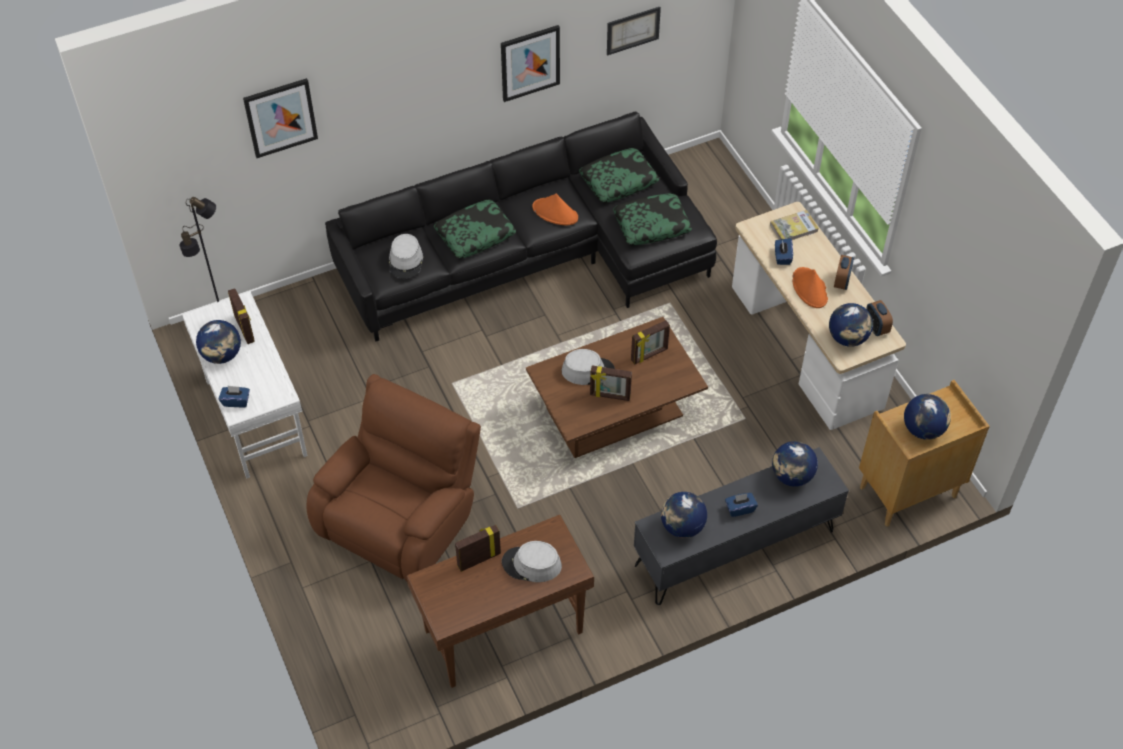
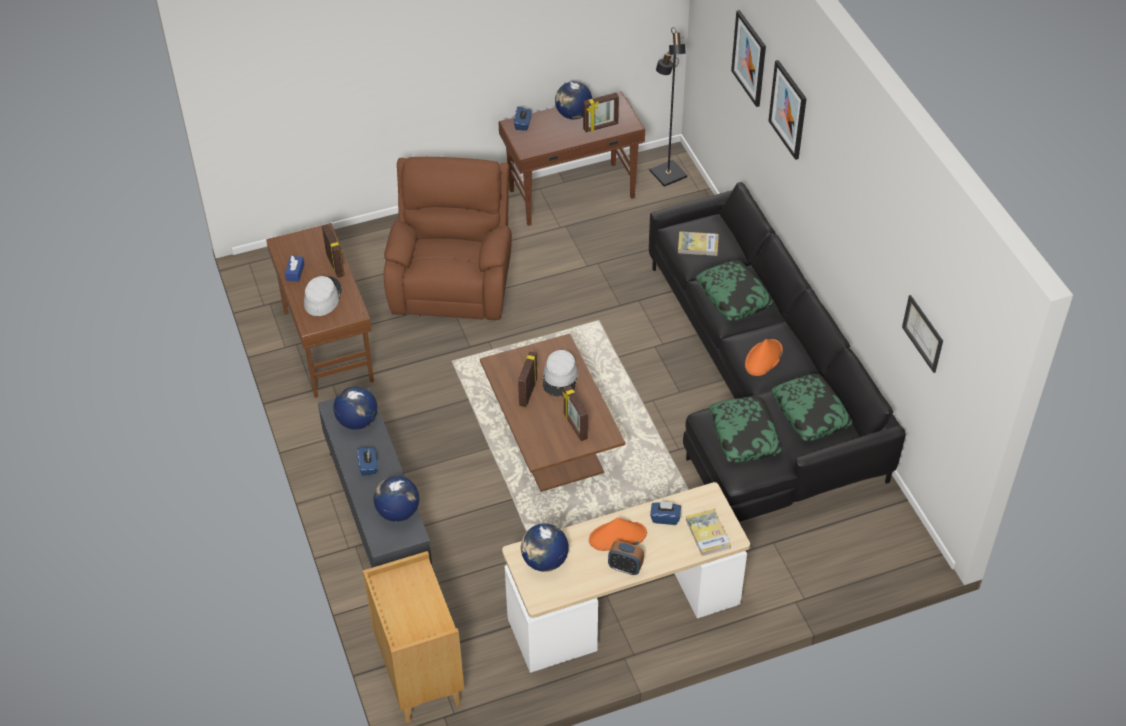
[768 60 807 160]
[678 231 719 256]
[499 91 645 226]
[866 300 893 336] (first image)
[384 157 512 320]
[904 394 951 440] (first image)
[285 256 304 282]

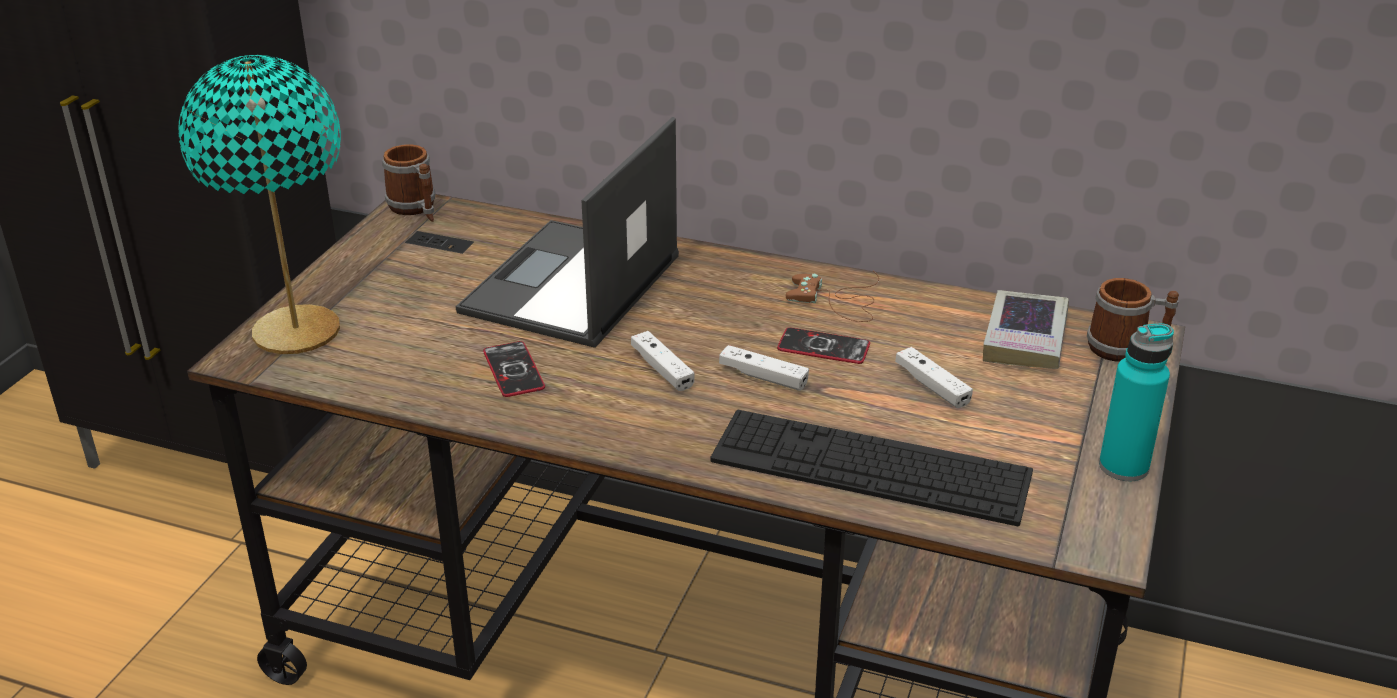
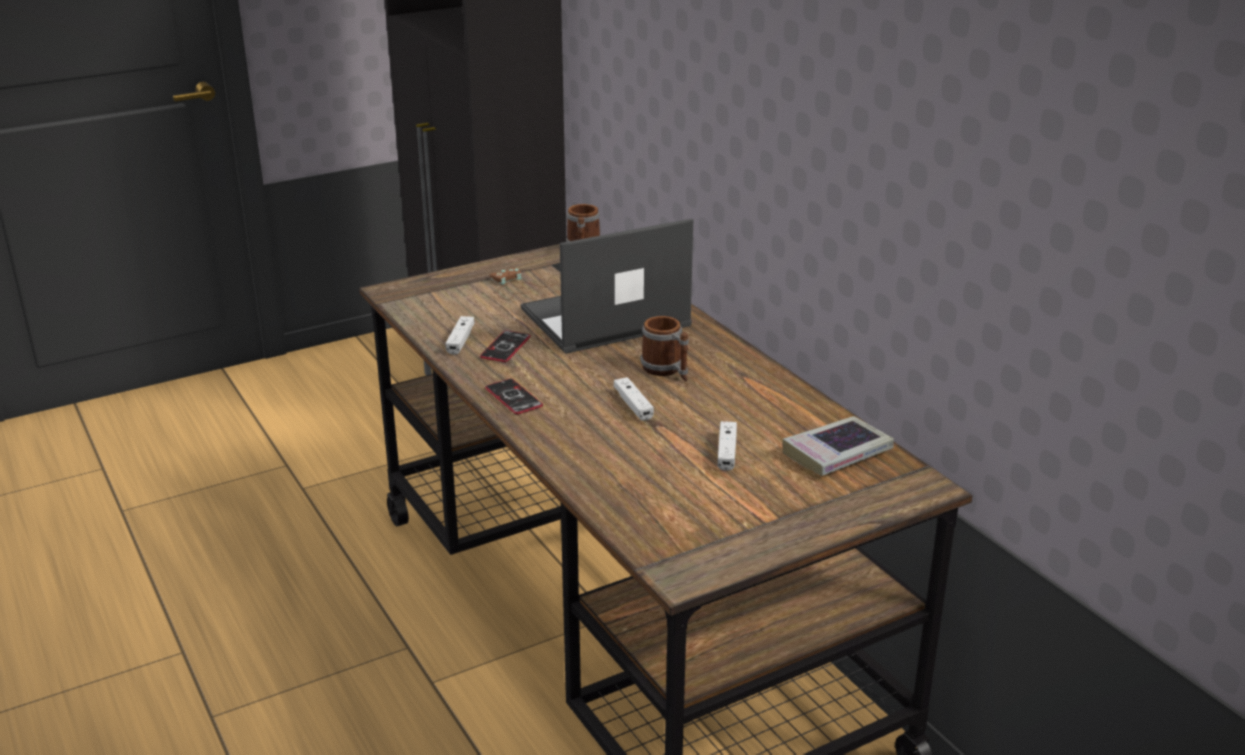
[178 55 341 354] (first image)
[490 268 558 300]
[641 316 689 381]
[1099 324 1174 481] (first image)
[485 379 543 414]
[445 316 475 354]
[711 410 1033 527] (first image)

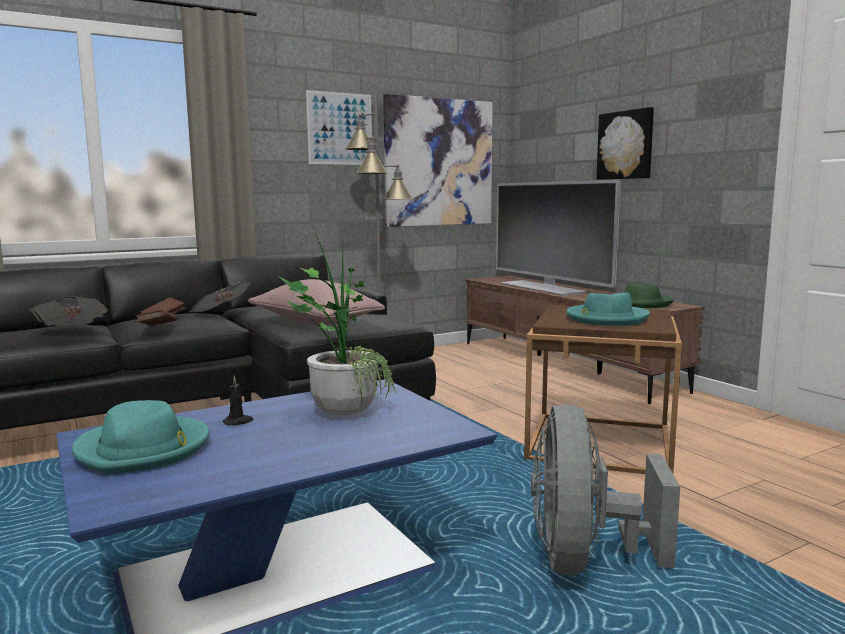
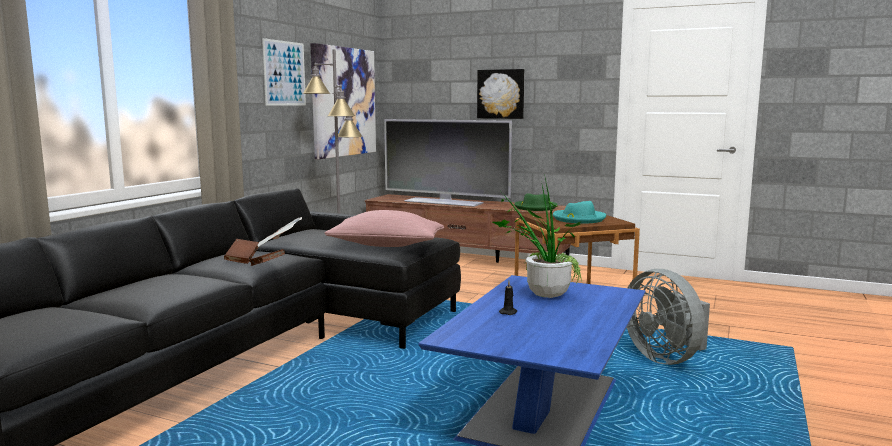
[30 296 108 326] (first image)
[72 400 210 474] (first image)

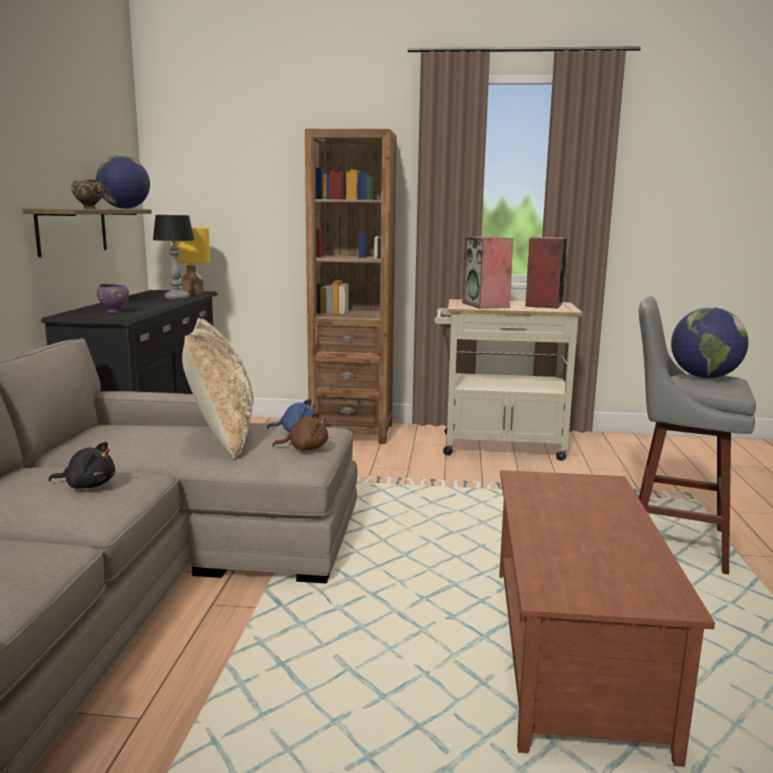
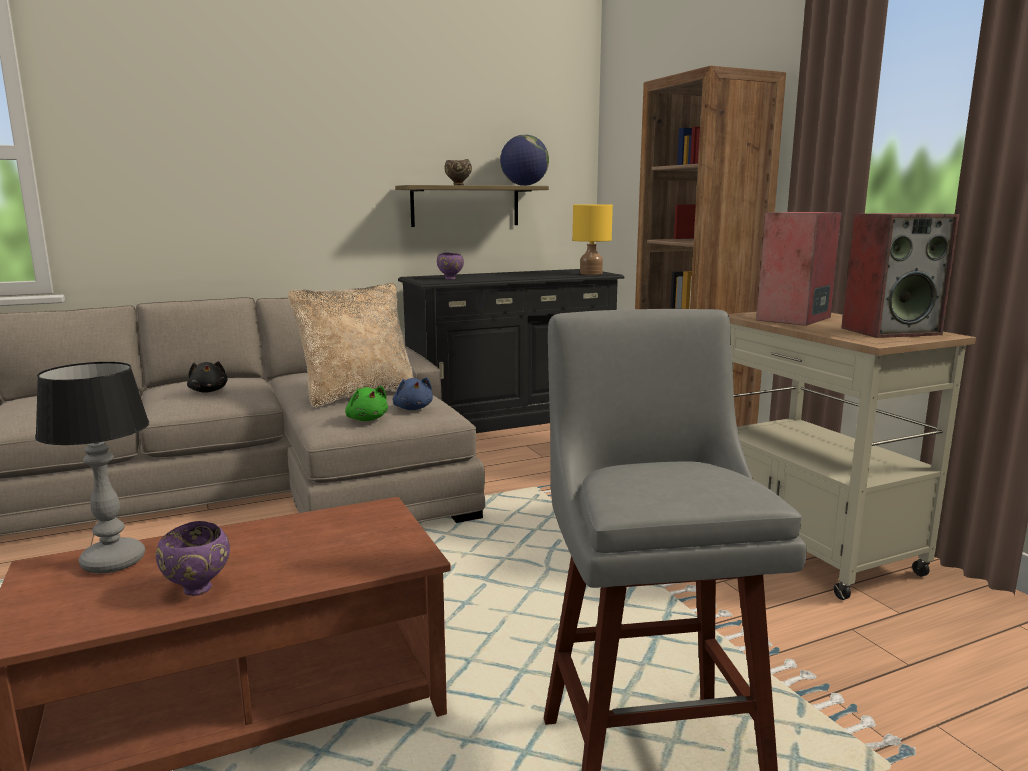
[35 362 149 573]
[671 307 749 378] (first image)
[345 386 388 421]
[155 521 230 596]

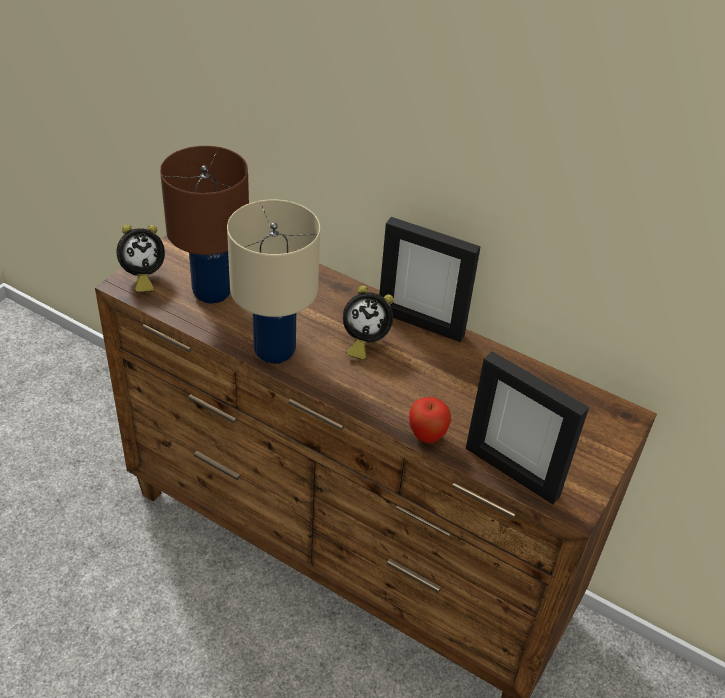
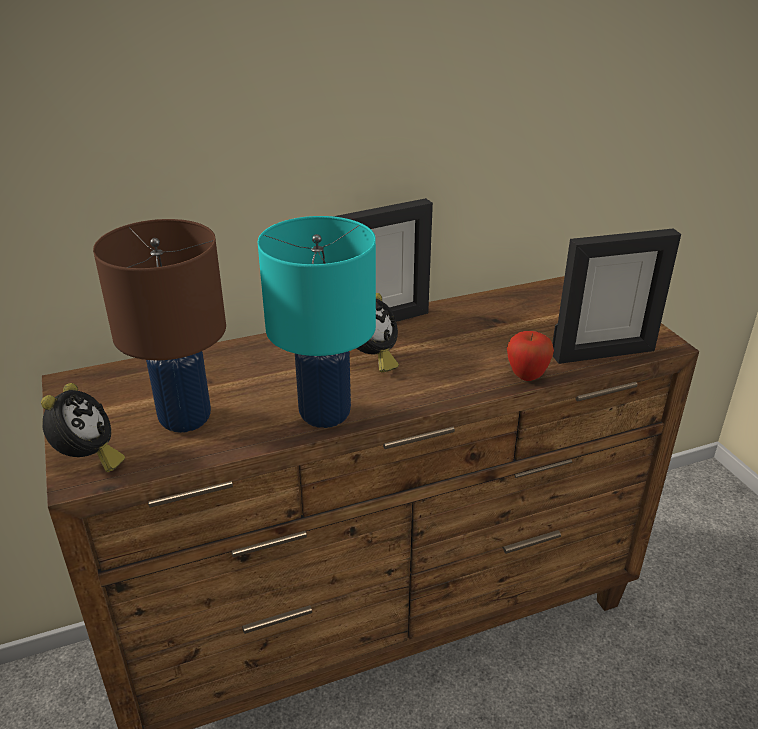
[258 216 376 428]

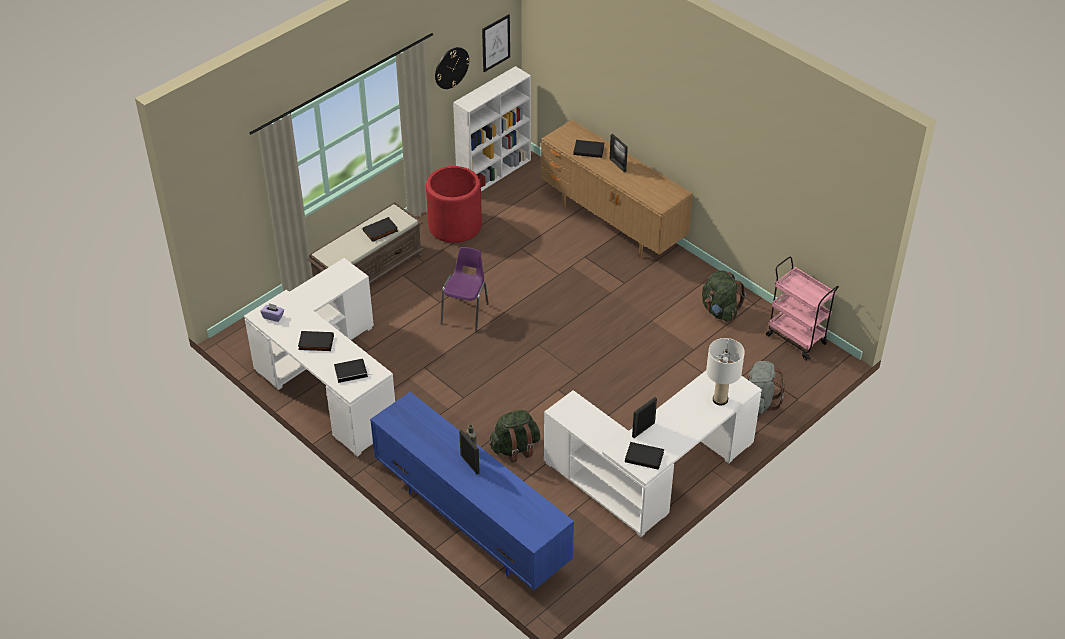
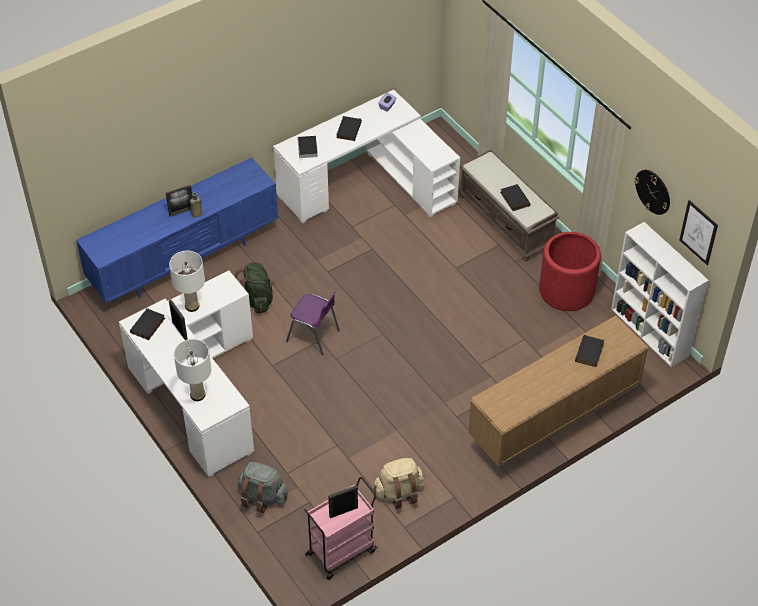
[328 485 358 518]
[286 292 340 356]
[373 458 425 509]
[169 251 205 312]

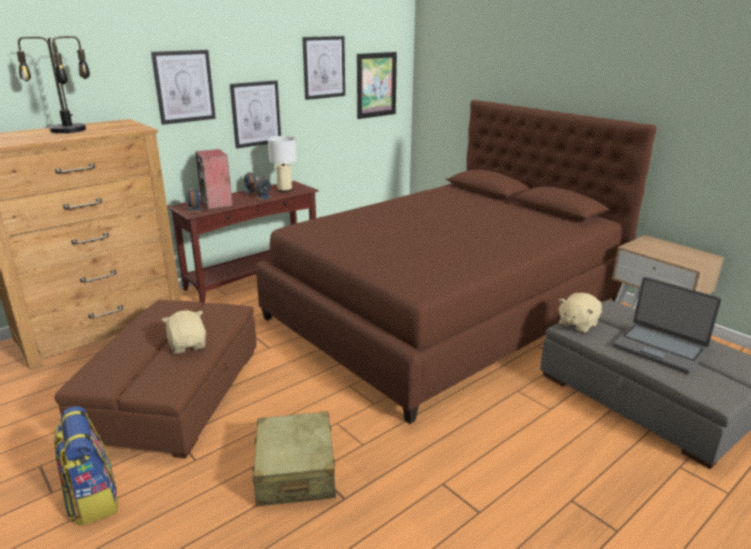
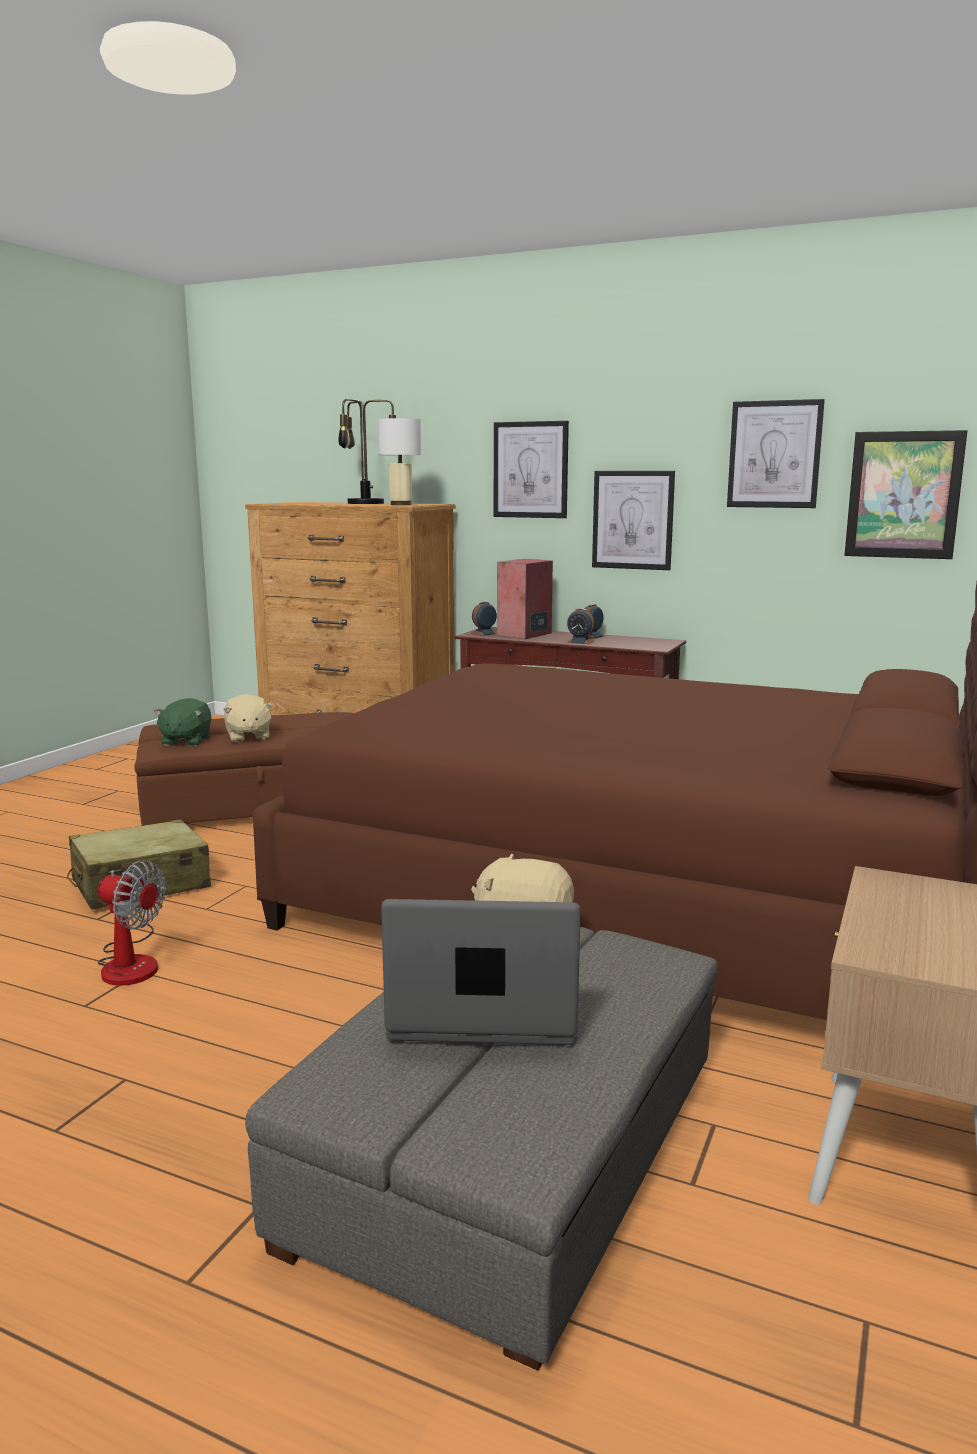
[378 418 421 505]
[381 899 581 1045]
[223 694 273 742]
[54 406 118 526] (first image)
[154 698 212 747]
[98 860 166 986]

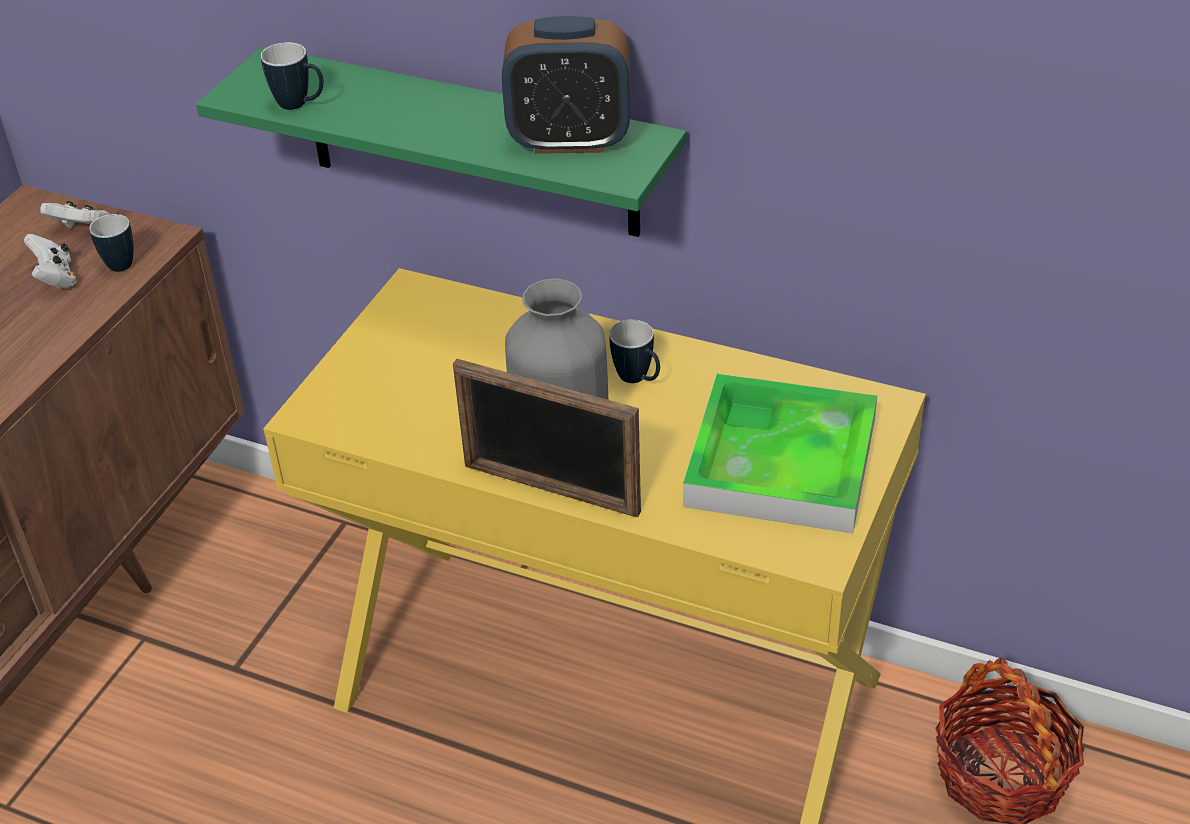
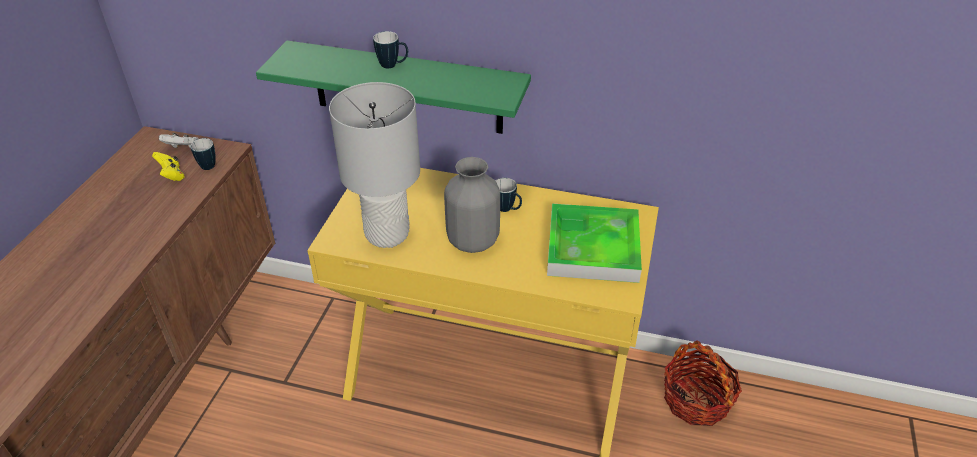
[502 16 631 154] (first image)
[373 31 408 68]
[152 152 185 181]
[453 359 641 518] (first image)
[329 82 420 248]

